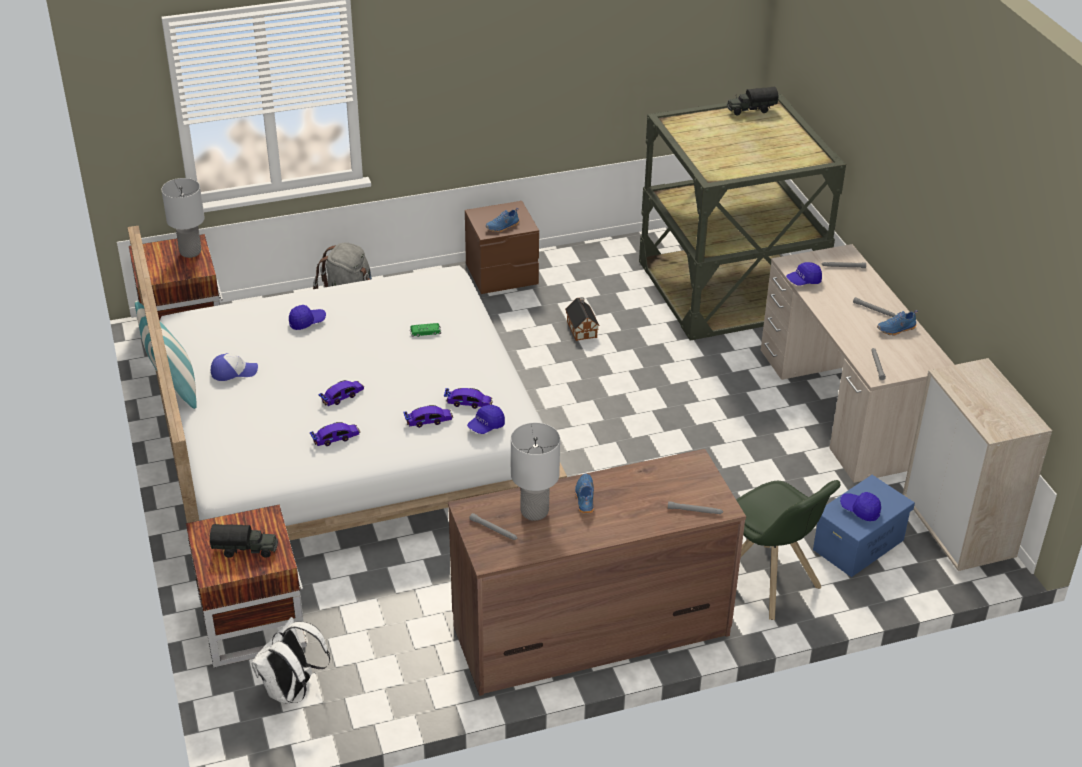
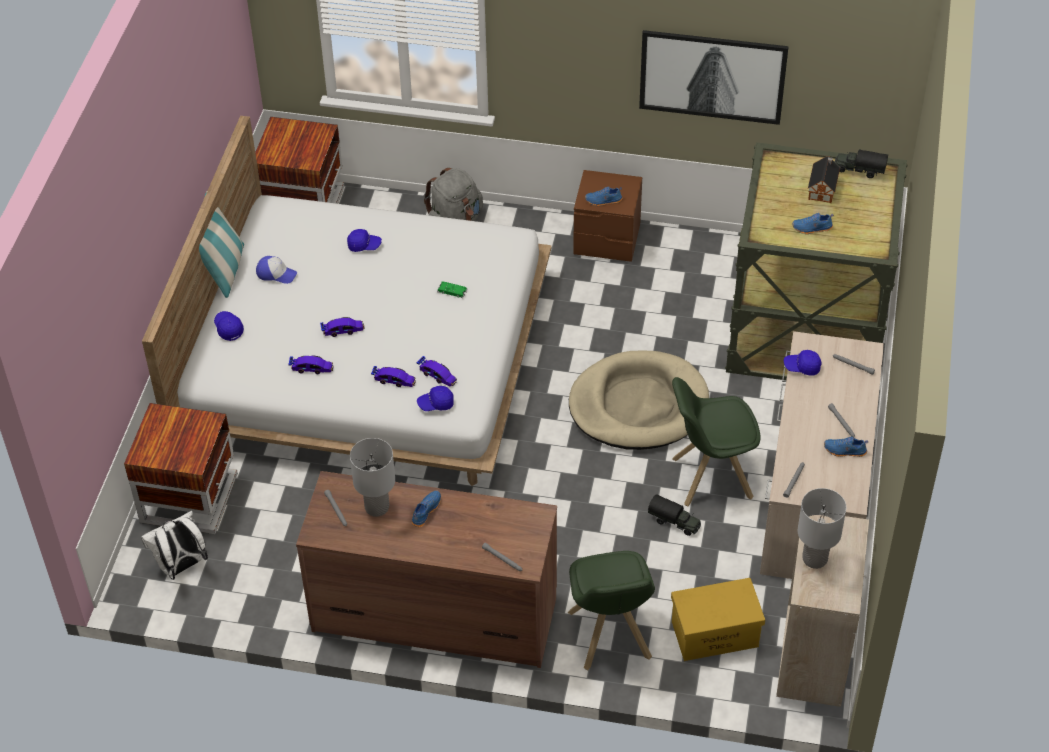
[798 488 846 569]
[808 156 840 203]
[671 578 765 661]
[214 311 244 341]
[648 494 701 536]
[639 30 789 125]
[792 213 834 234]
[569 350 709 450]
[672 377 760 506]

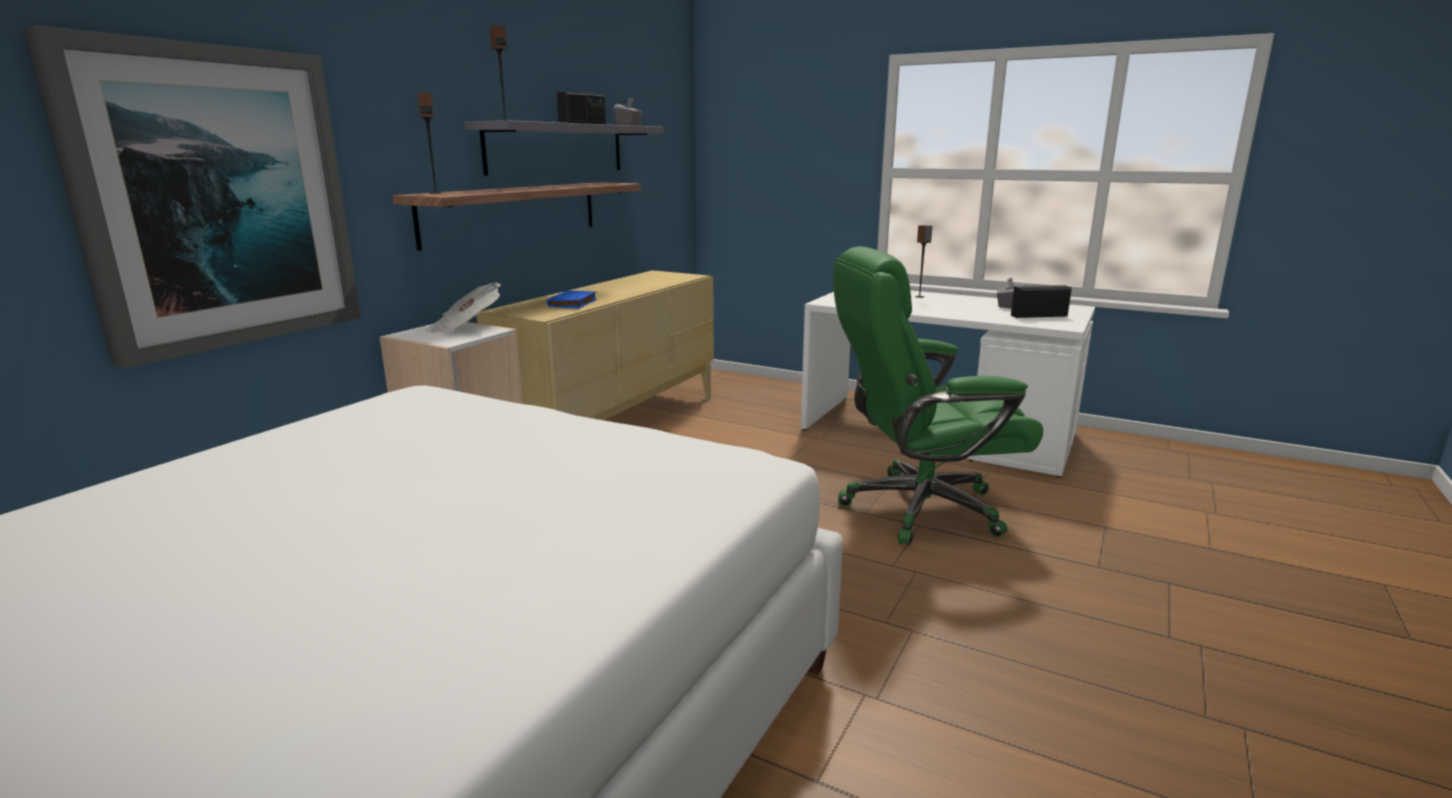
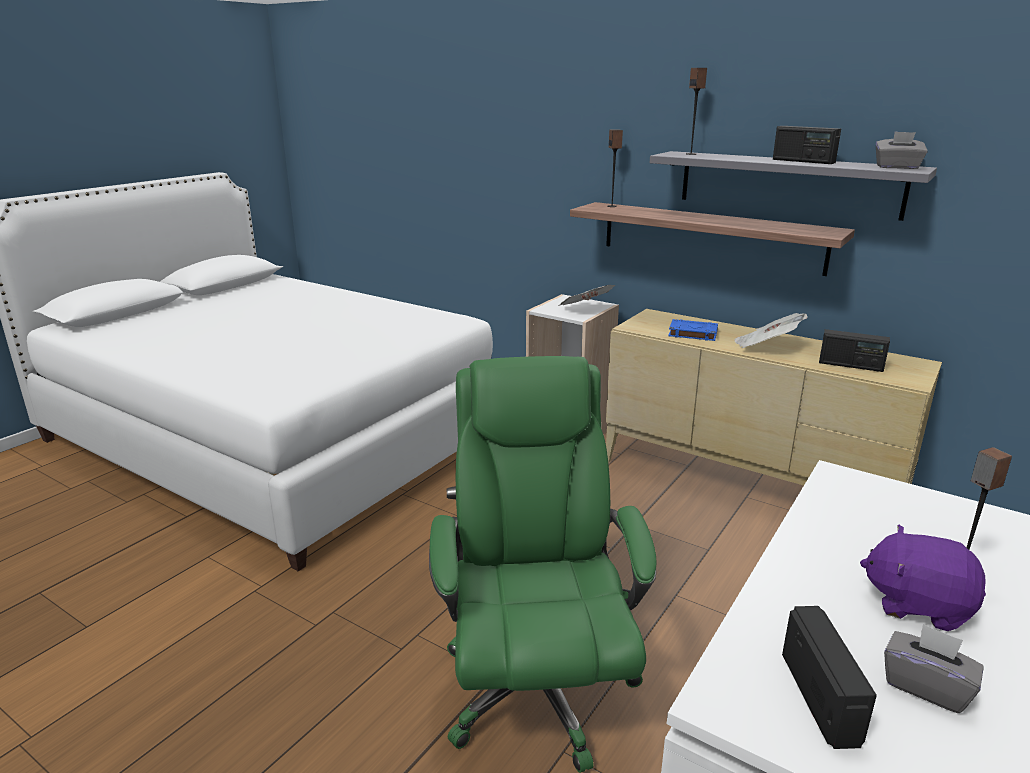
[23 25 361 368] (first image)
[735 313 807 348]
[819 329 890 372]
[860 525 986 631]

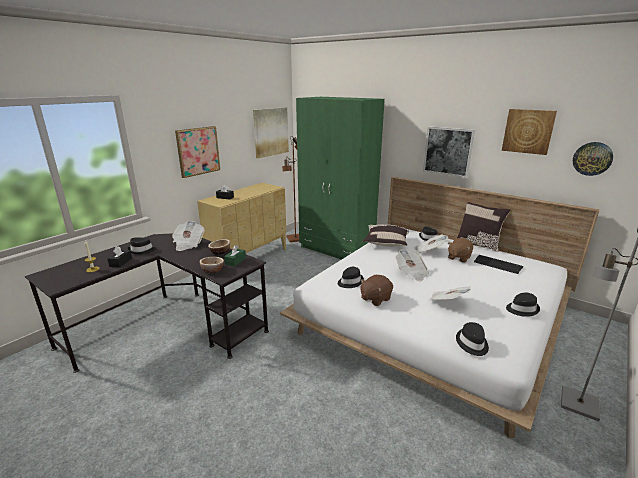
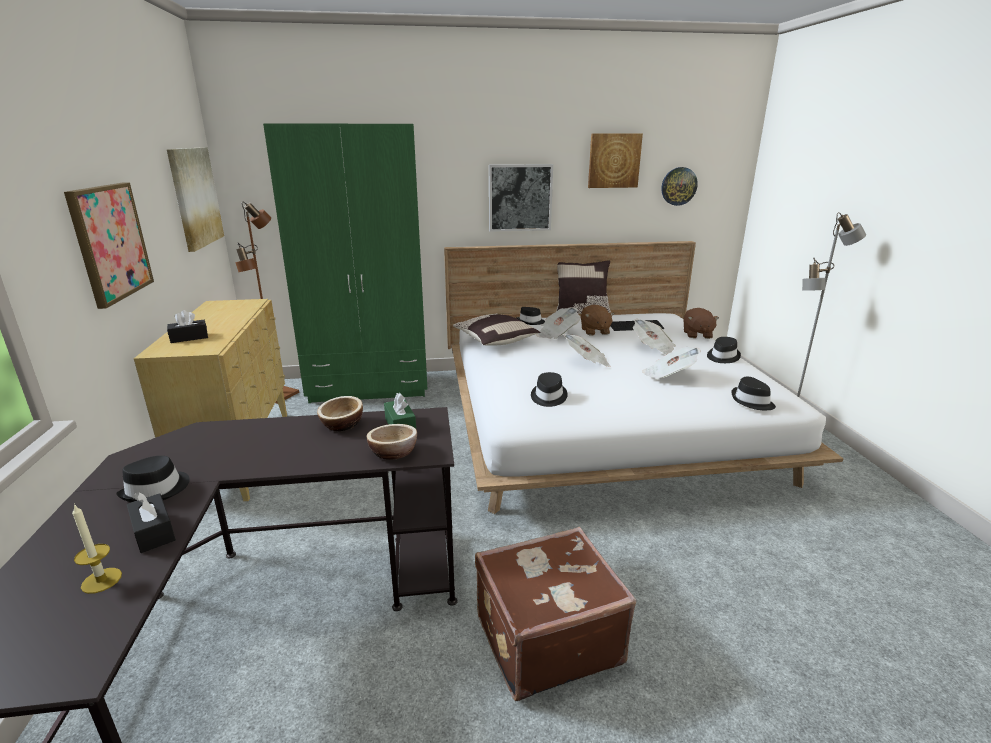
[633 319 676 355]
[683 308 719 339]
[475 527 636 701]

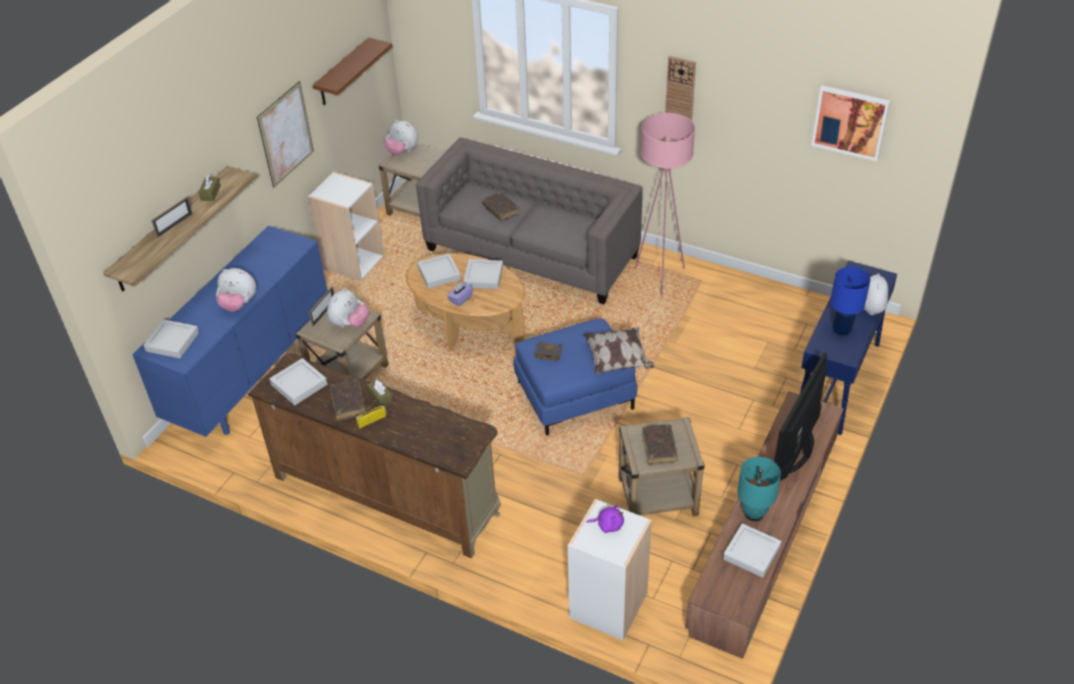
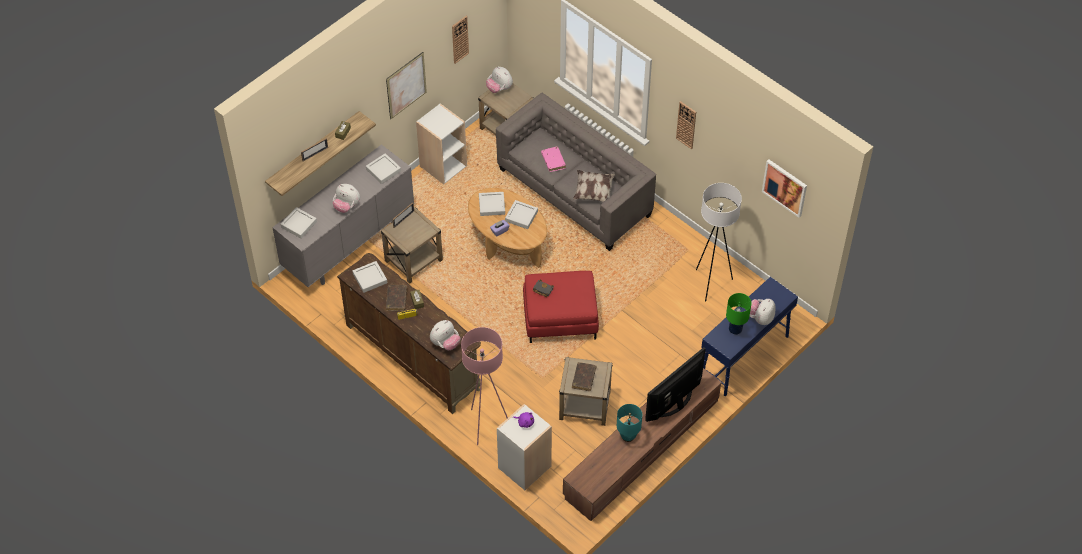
[452 16 469 64]
[461 327 508 445]
[541 146 566 172]
[272 144 414 287]
[726 293 751 335]
[430 320 460 350]
[523 271 599 343]
[573 170 615 202]
[366 153 401 184]
[696 183 742 302]

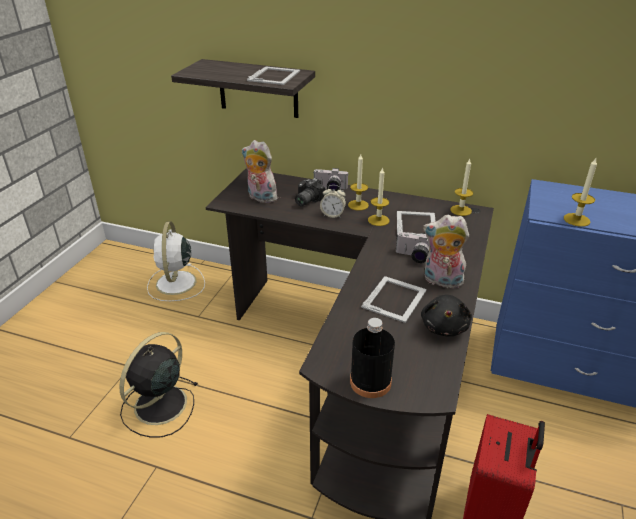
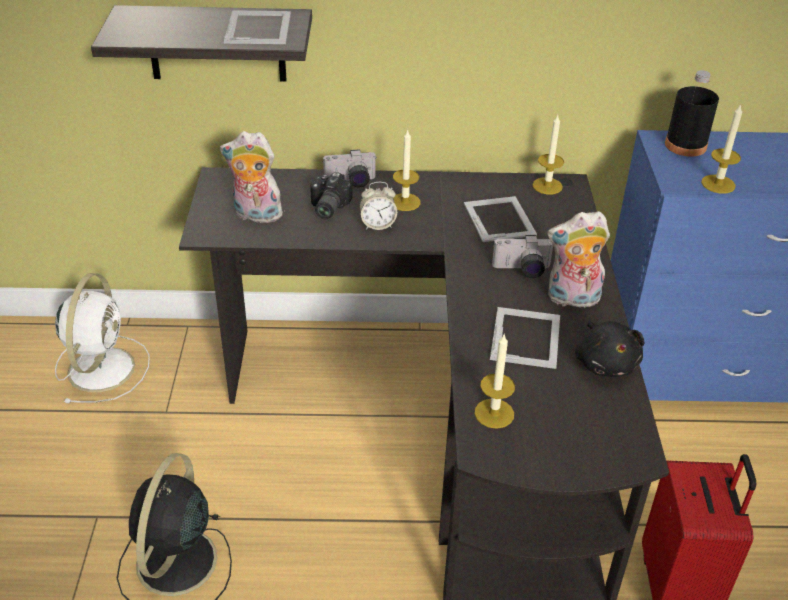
[474 335 515 429]
[55 273 150 403]
[665 70 719 157]

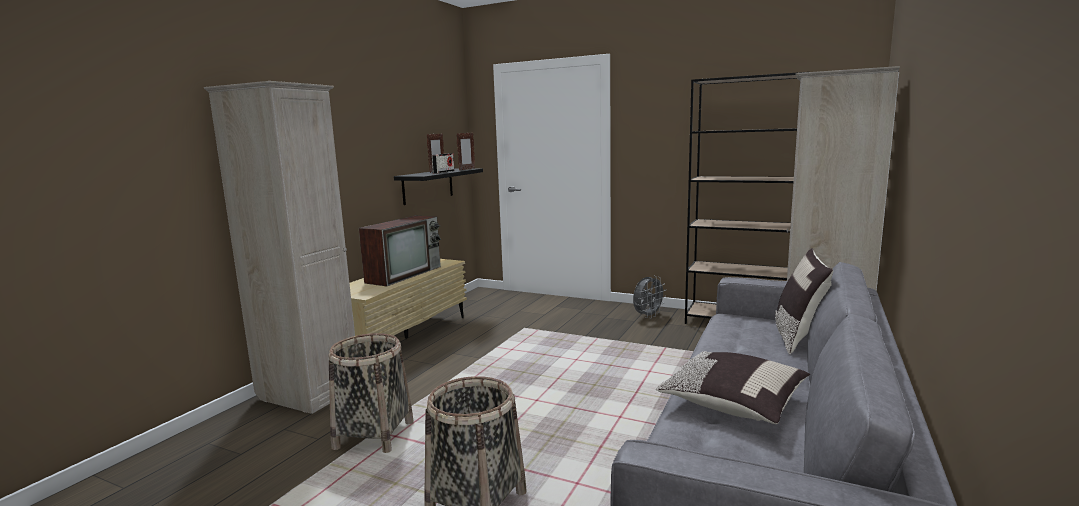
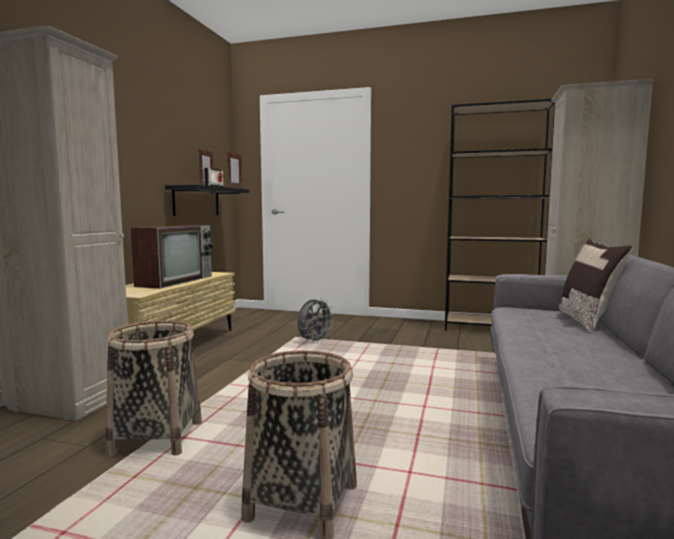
[298 298 334 343]
[656 351 810 424] (first image)

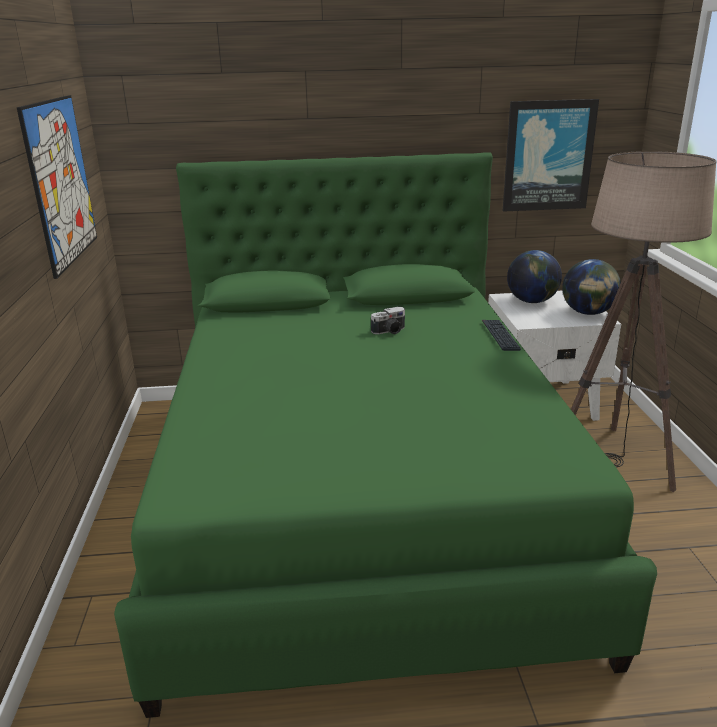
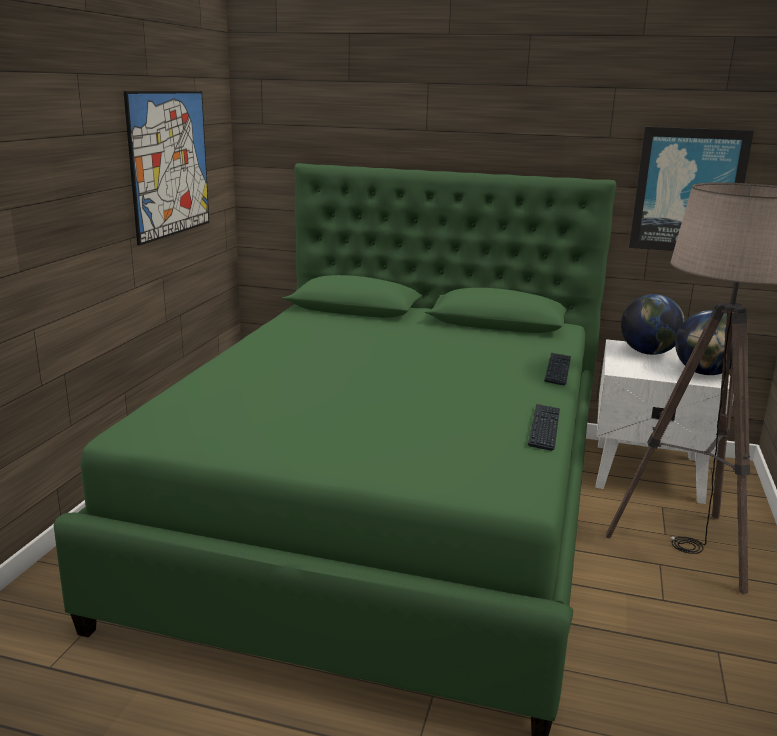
[371 307 405 334] (first image)
[528 404 560 451]

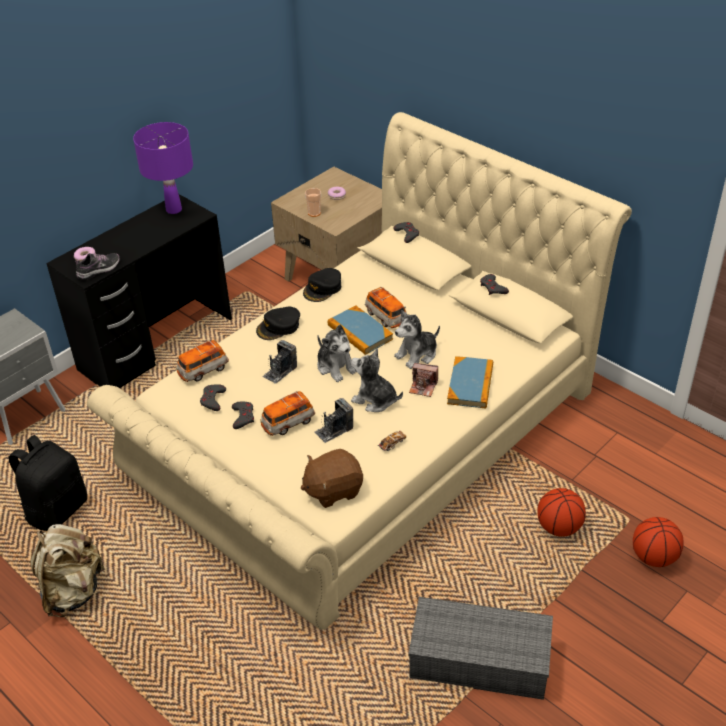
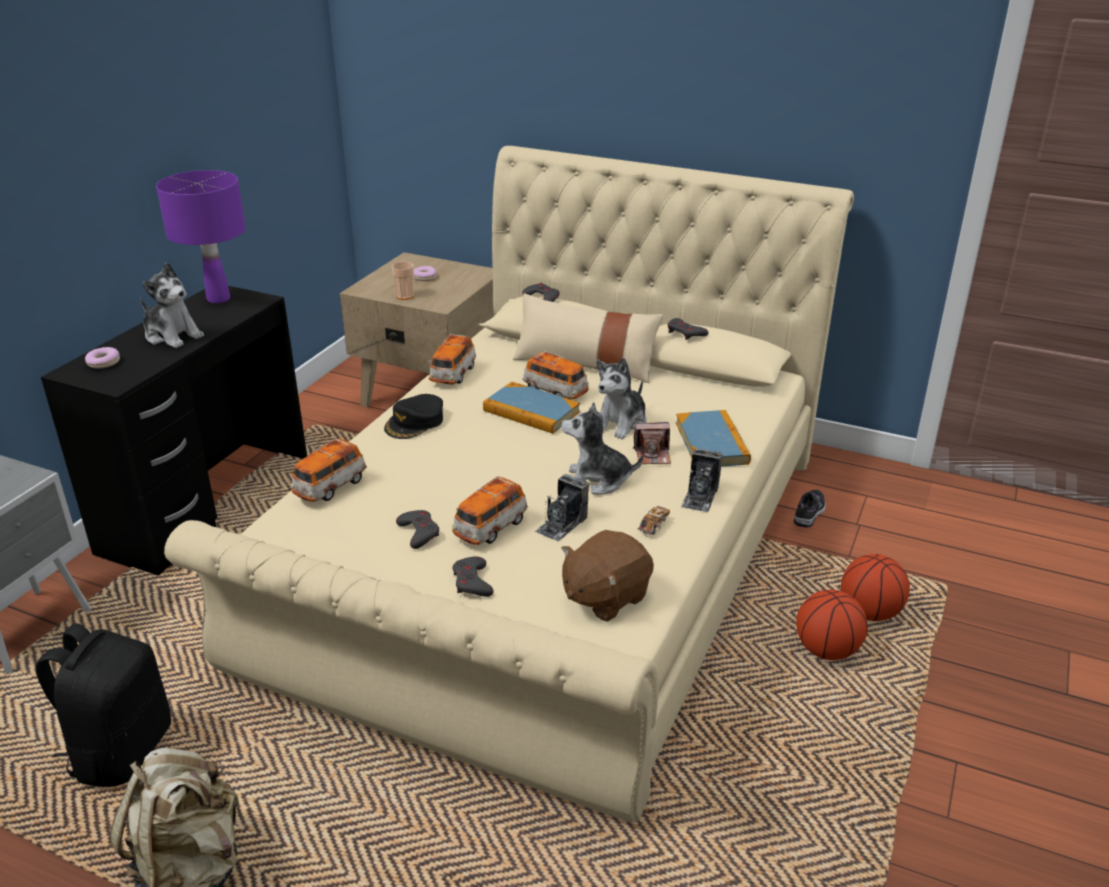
[794 490 826 527]
[429 334 476 385]
[140 262 204 348]
[681 448 722 512]
[453 556 493 597]
[796 590 868 660]
[408 597 553 700] (first image)
[513 293 663 383]

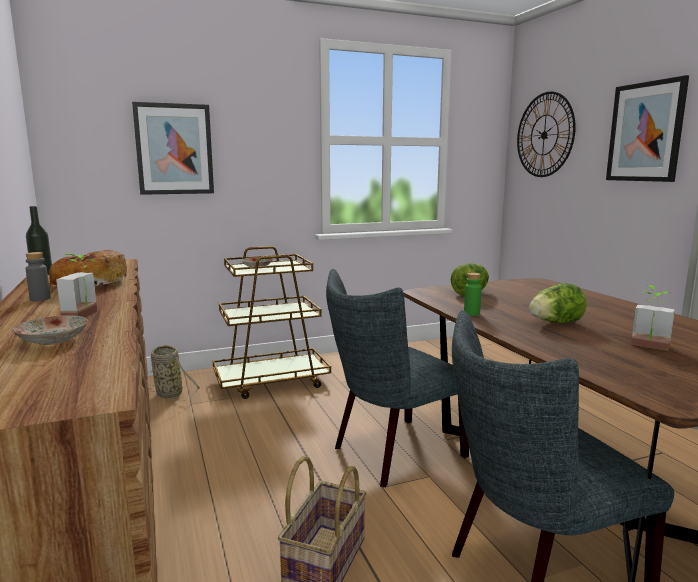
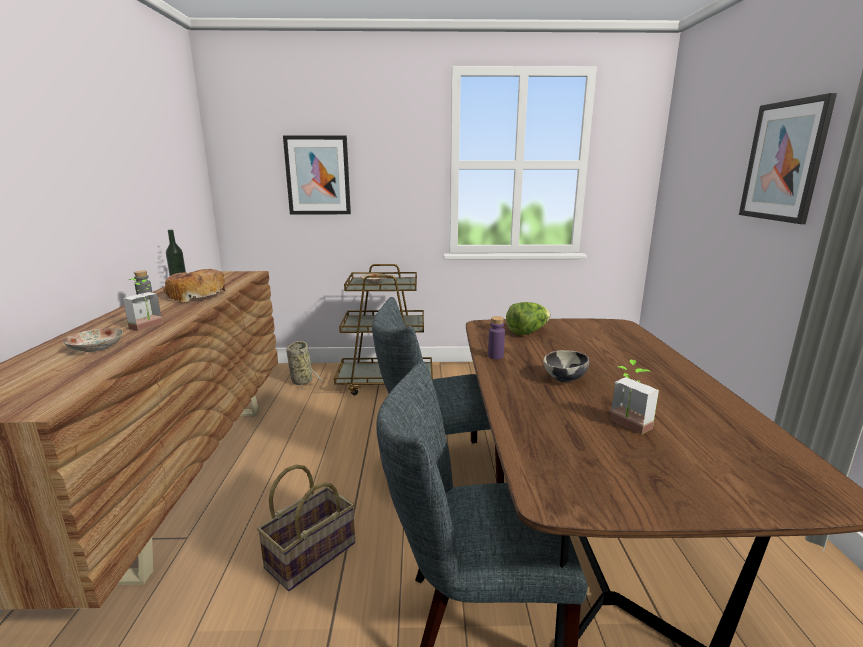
[517 91 576 177] (first image)
[488 316 505 359]
[543 350 589 382]

